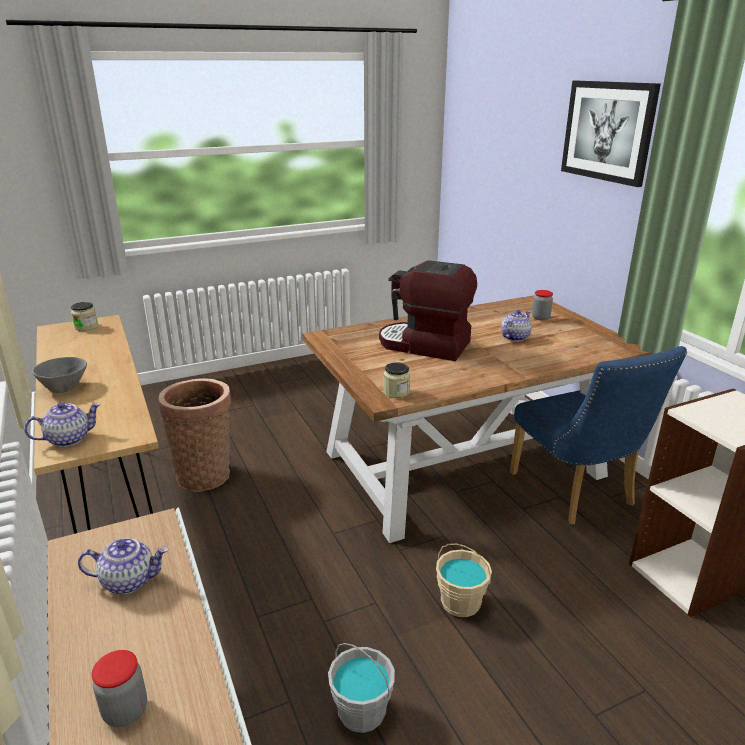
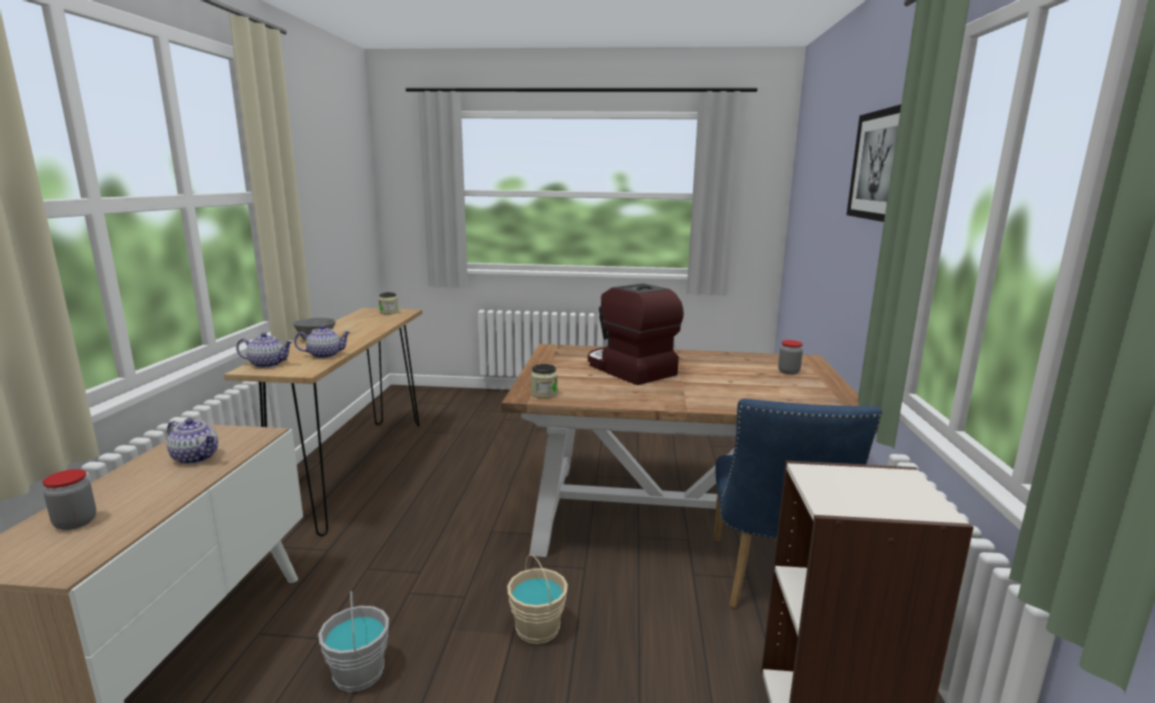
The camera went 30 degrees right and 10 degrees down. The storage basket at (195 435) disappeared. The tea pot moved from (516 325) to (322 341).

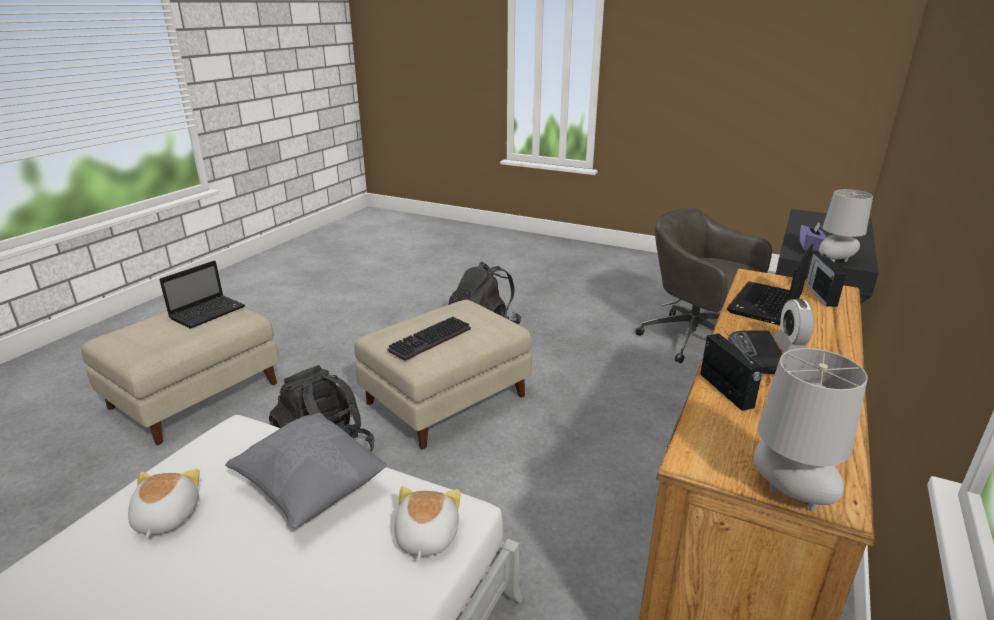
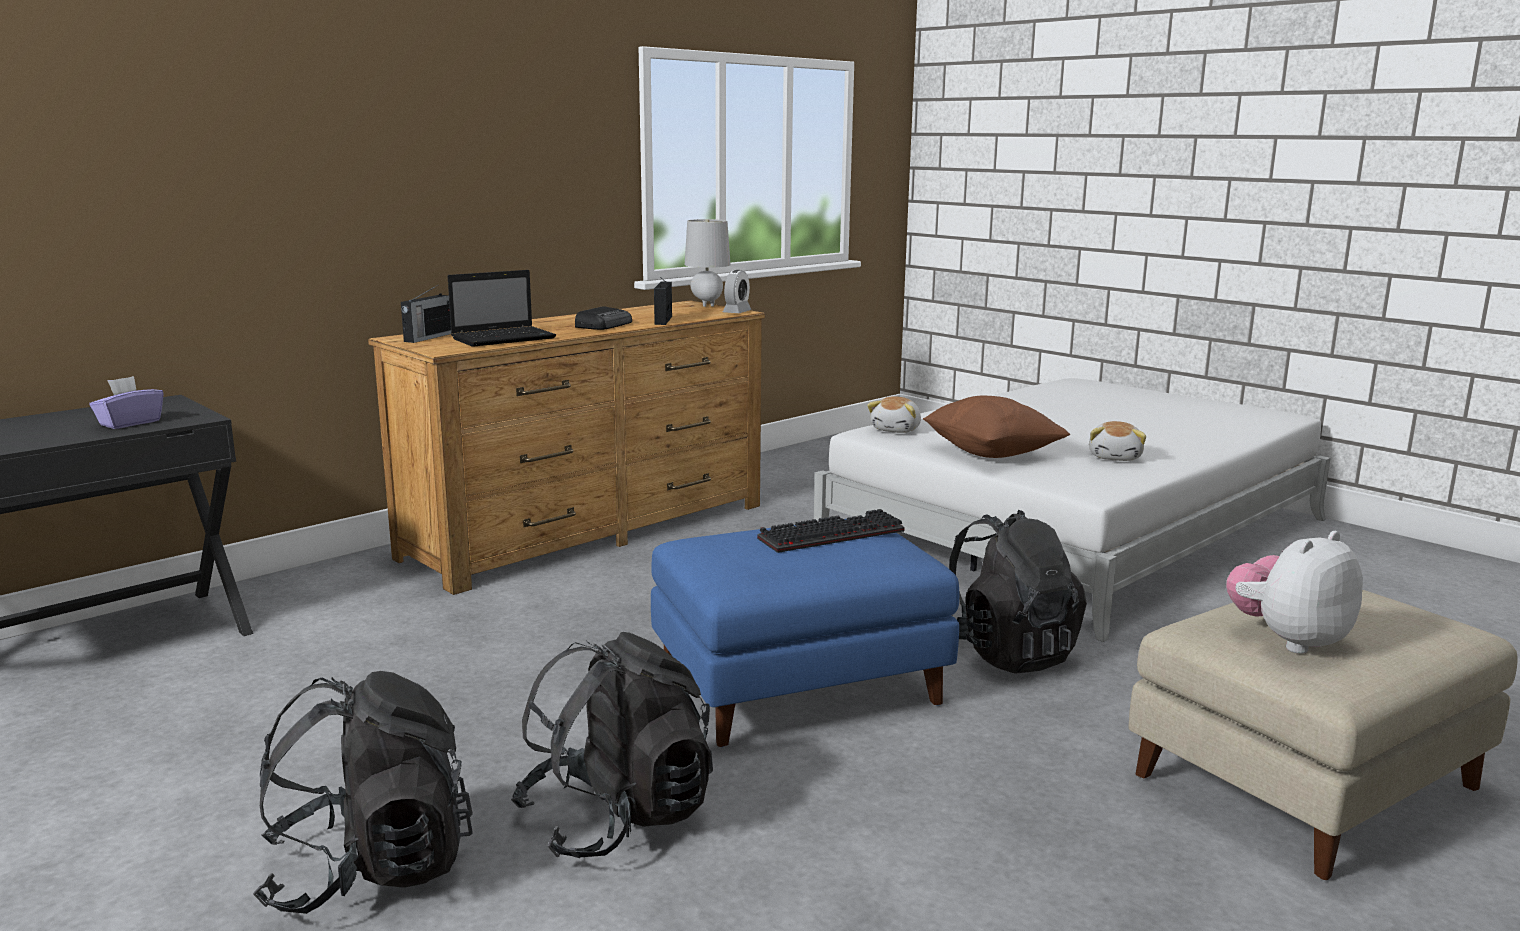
The camera went 160 degrees left and 10 degrees down. The notebook computer at (202 294) was replaced by the soft toy at (1294 592). The grey cushion at (306 470) became the brown-coloured cushion at (996 427). The sand-coloured footrest at (443 374) became the blue footrest at (805 633). The grey desk chair at (703 285) disappeared. The table clock moved from (794 326) to (737 291). The grey table lamp at (846 225) disappeared. The black-coloured knapsack at (363 792) appeared.

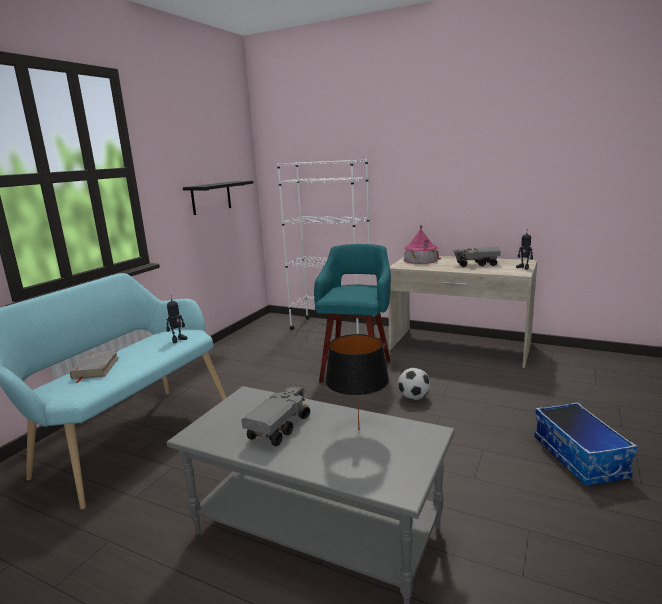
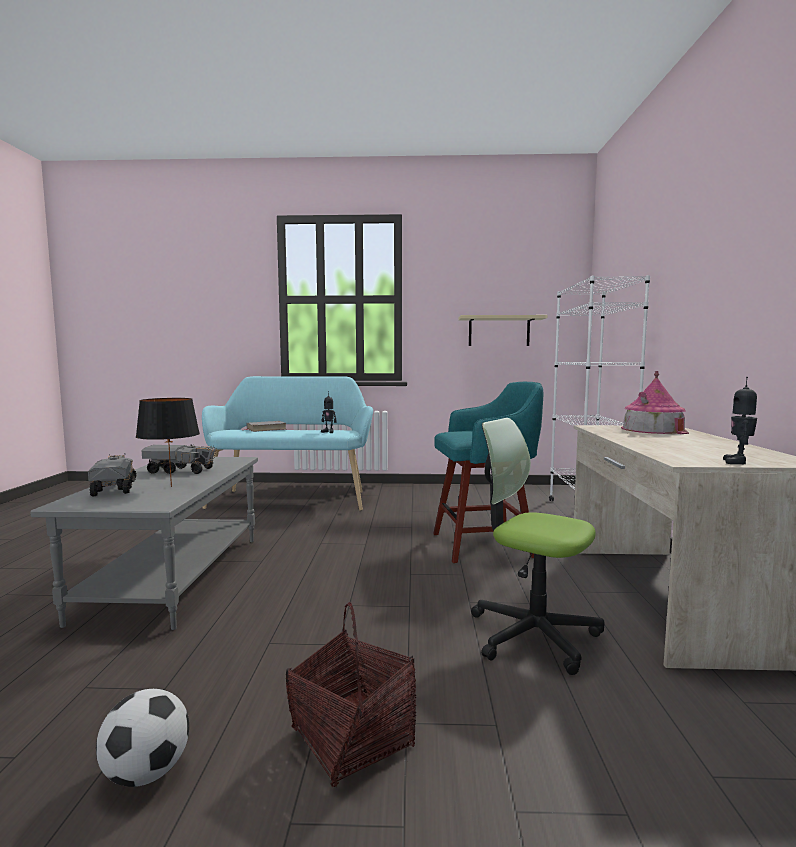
The camera went 65 degrees right and 10 degrees down. The black-coloured wall shelf at (218 198) became the sand-coloured wall shelf at (503 330). The football moved from (414 384) to (142 738). The toy lorry moved from (477 257) to (112 475). The storage container at (586 444) was replaced by the storage basket at (351 694). The desk chair at (538 546) appeared.

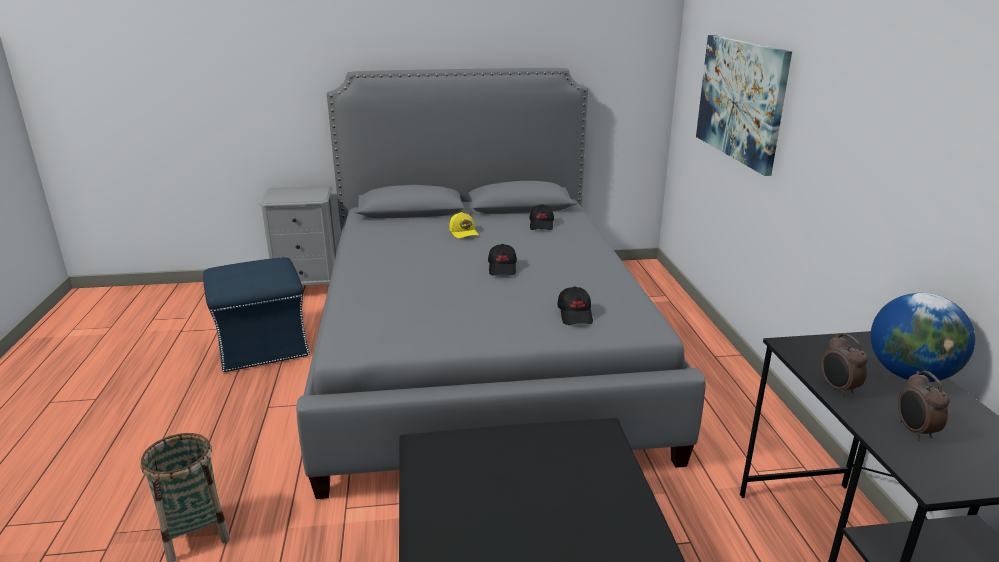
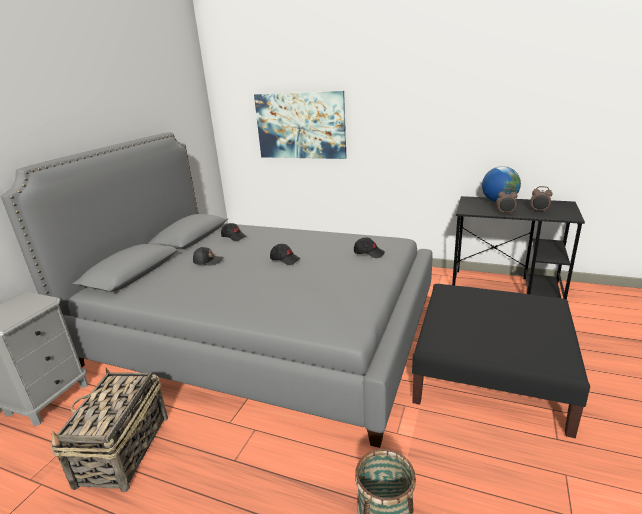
The camera went 60 degrees left and 0 degrees up. The blue footrest at (256 315) was replaced by the storage basket at (109 430). The yellow-coloured peaked cap at (464 225) became the black-coloured peaked cap at (208 256).

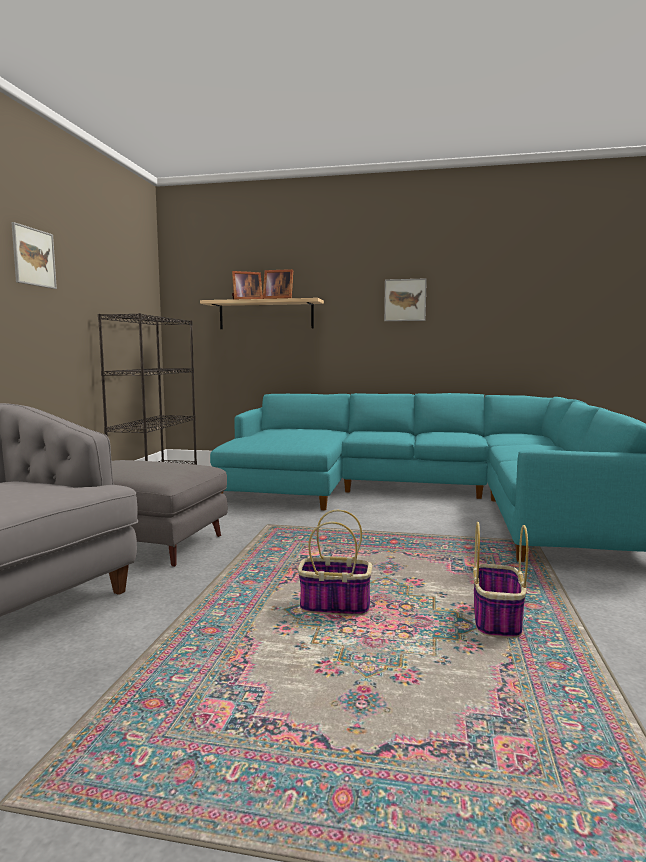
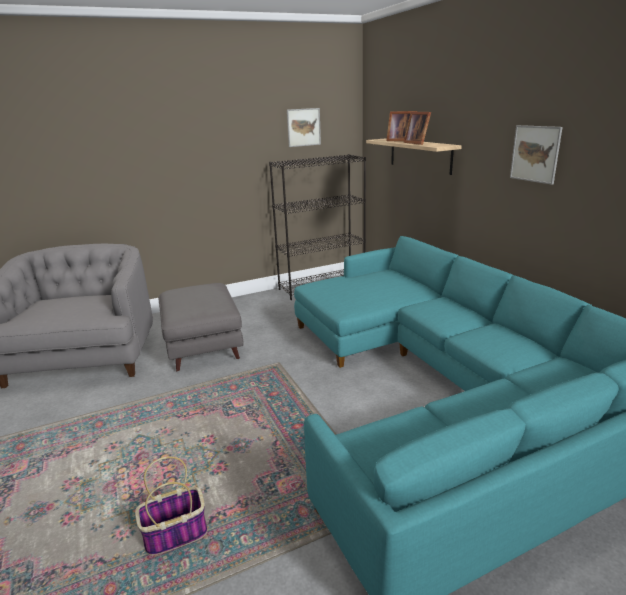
The camera went 55 degrees right and 15 degrees up. The wall art moved from (34 255) to (304 127). The storage basket at (335 563) disappeared.

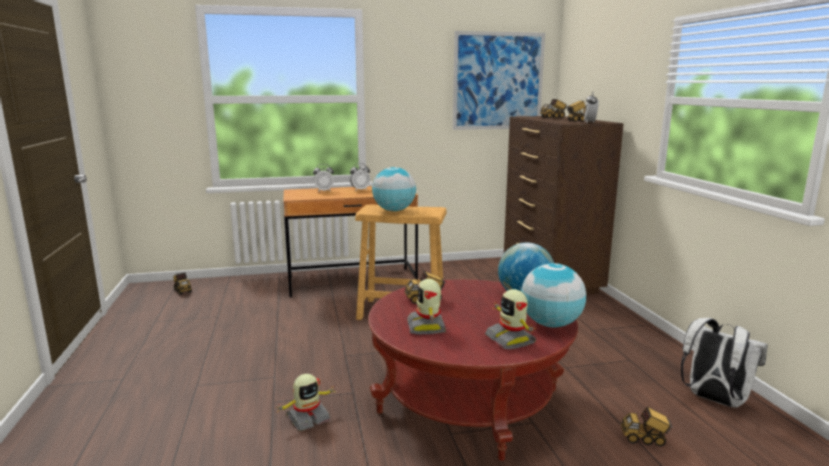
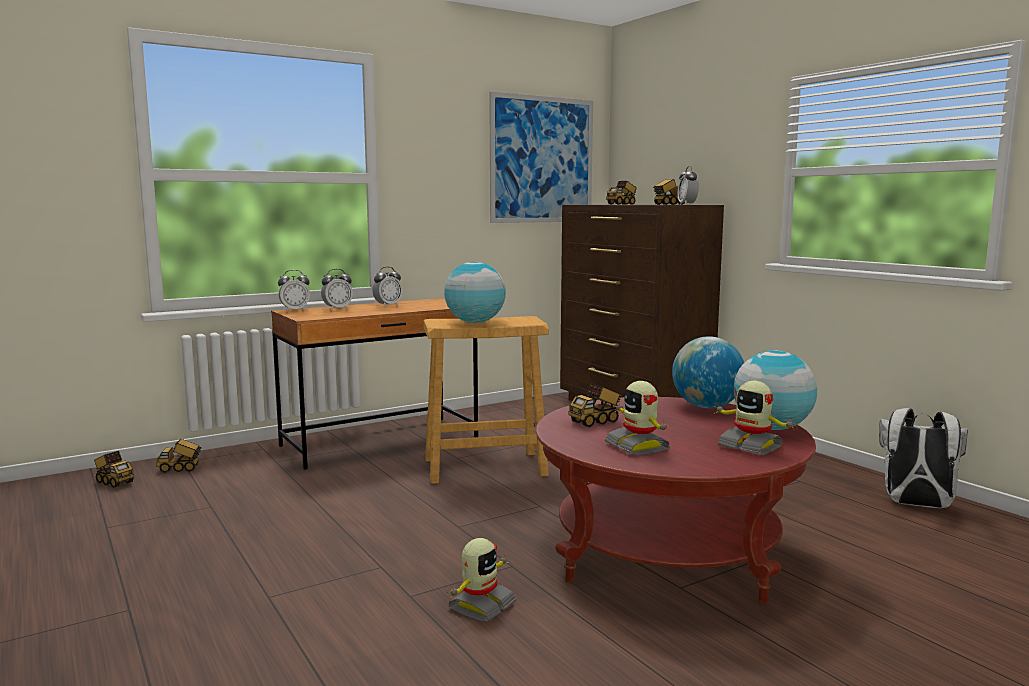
The camera went 20 degrees left and 5 degrees down. The toy lorry moved from (647 427) to (179 456). The table clock at (294 290) appeared.

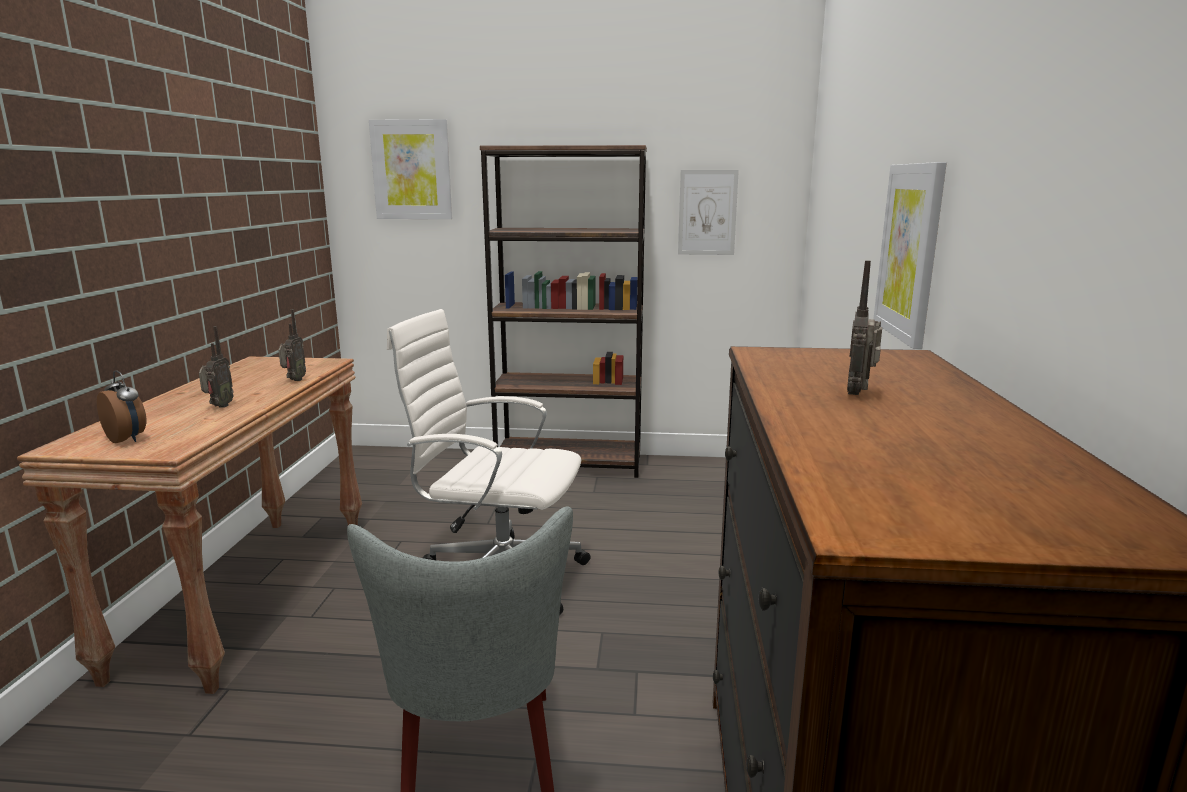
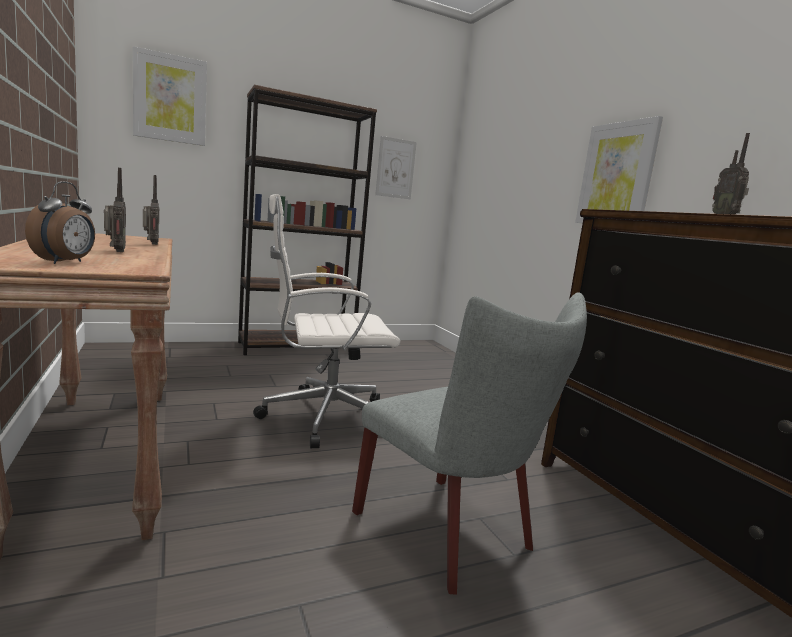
The camera went 30 degrees left and 5 degrees down. The table clock at (122 406) turned 90 degrees clockwise.

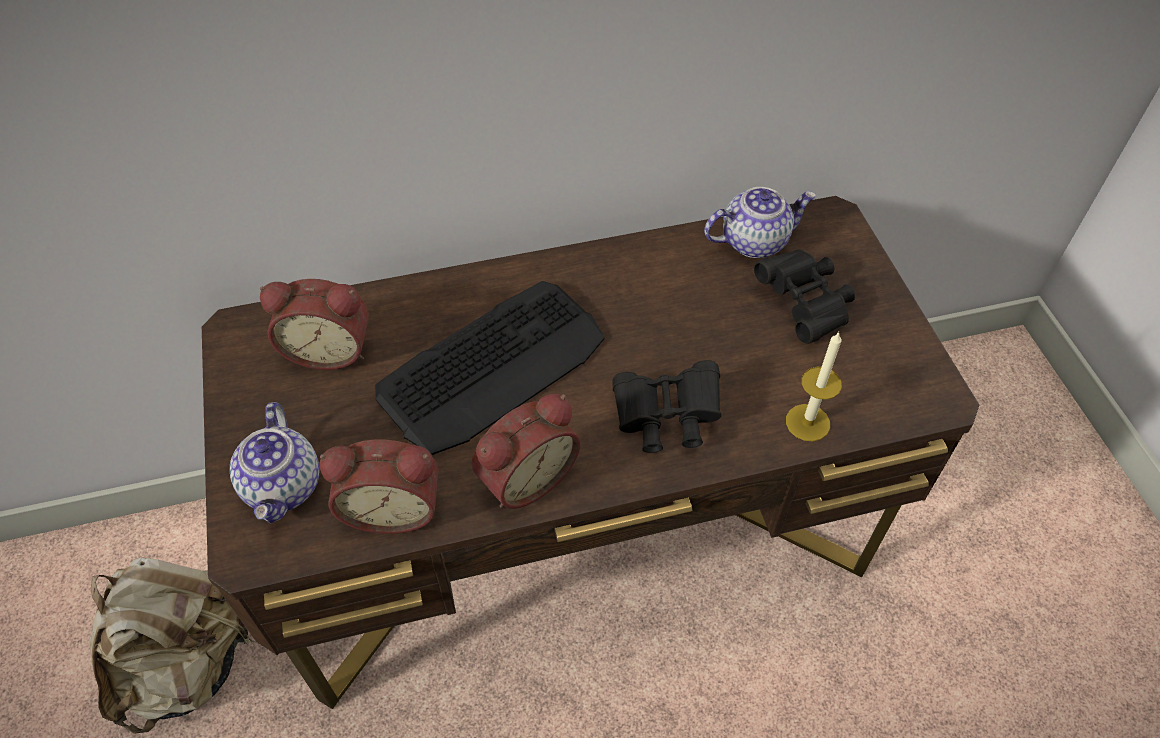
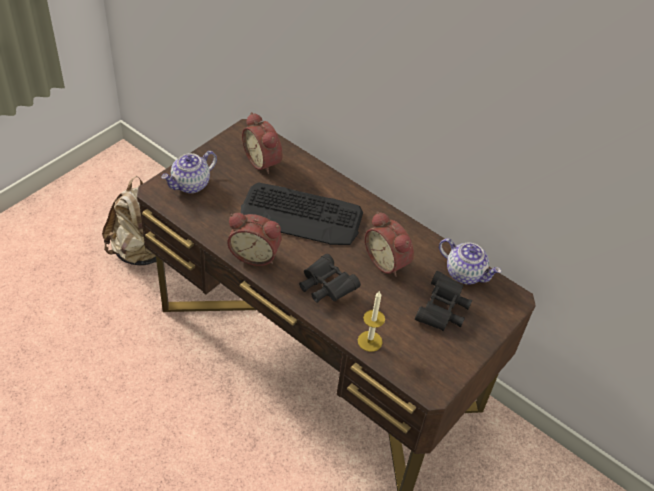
The camera went 50 degrees right and 5 degrees down. The table clock moved from (379 487) to (389 244).

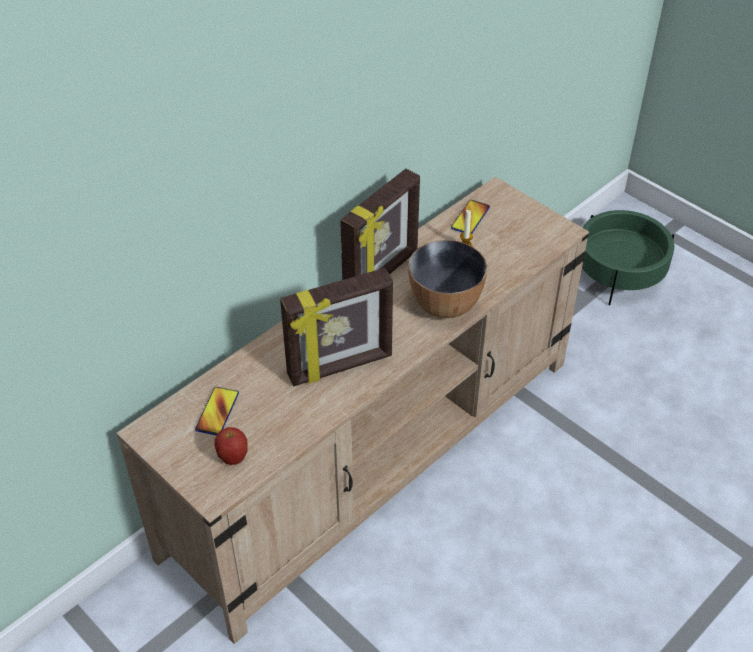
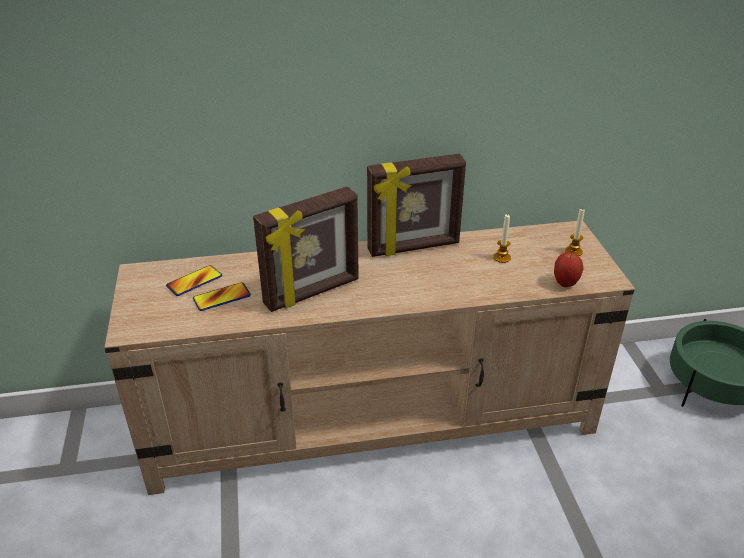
The camera went 35 degrees right and 10 degrees down. The apple fruit moved from (231 446) to (569 269). The picture frame at (336 327) turned 45 degrees counterclockwise. The bowl at (447 279) disappeared. The phone moved from (470 217) to (222 296). The wax light at (575 232) appeared.

